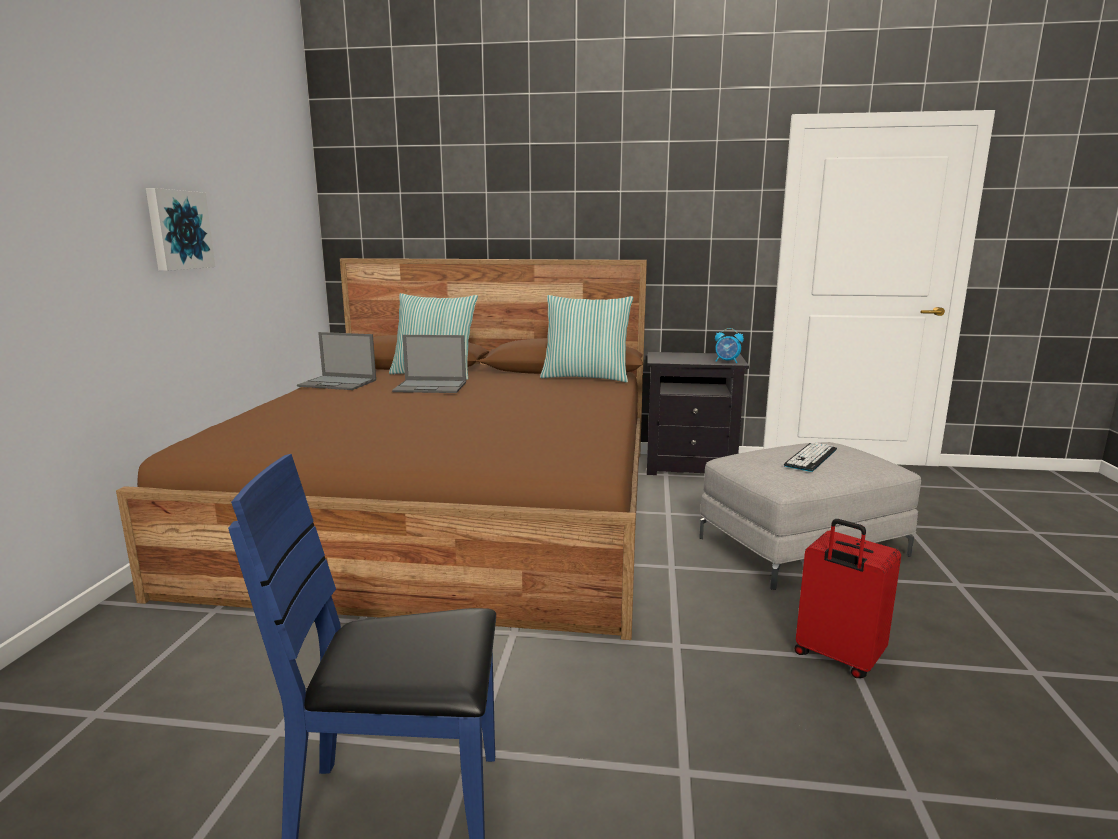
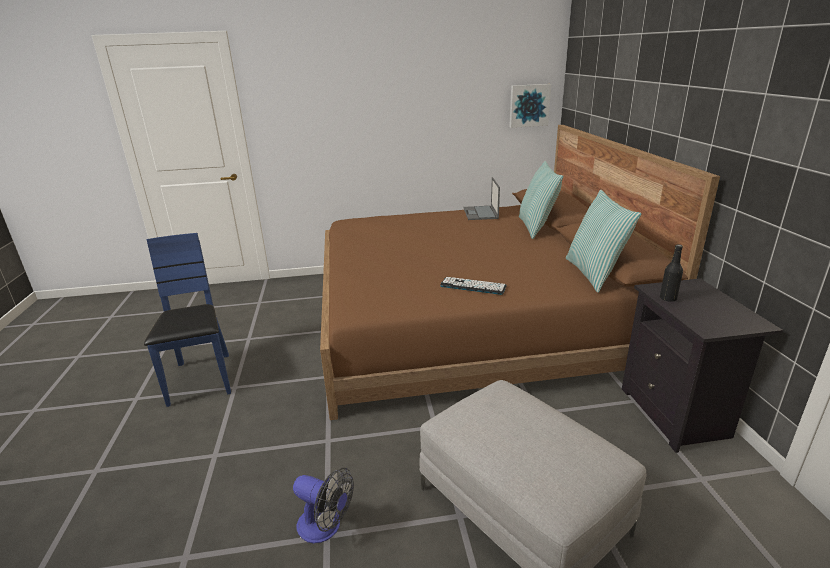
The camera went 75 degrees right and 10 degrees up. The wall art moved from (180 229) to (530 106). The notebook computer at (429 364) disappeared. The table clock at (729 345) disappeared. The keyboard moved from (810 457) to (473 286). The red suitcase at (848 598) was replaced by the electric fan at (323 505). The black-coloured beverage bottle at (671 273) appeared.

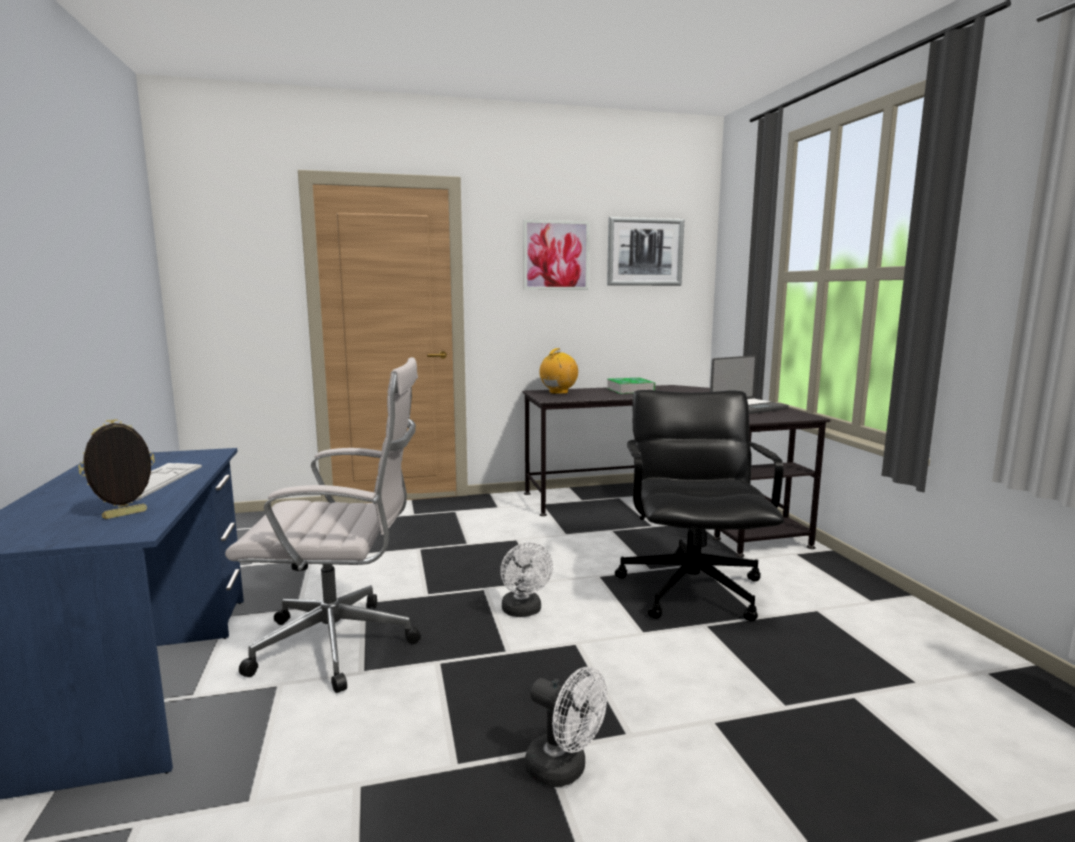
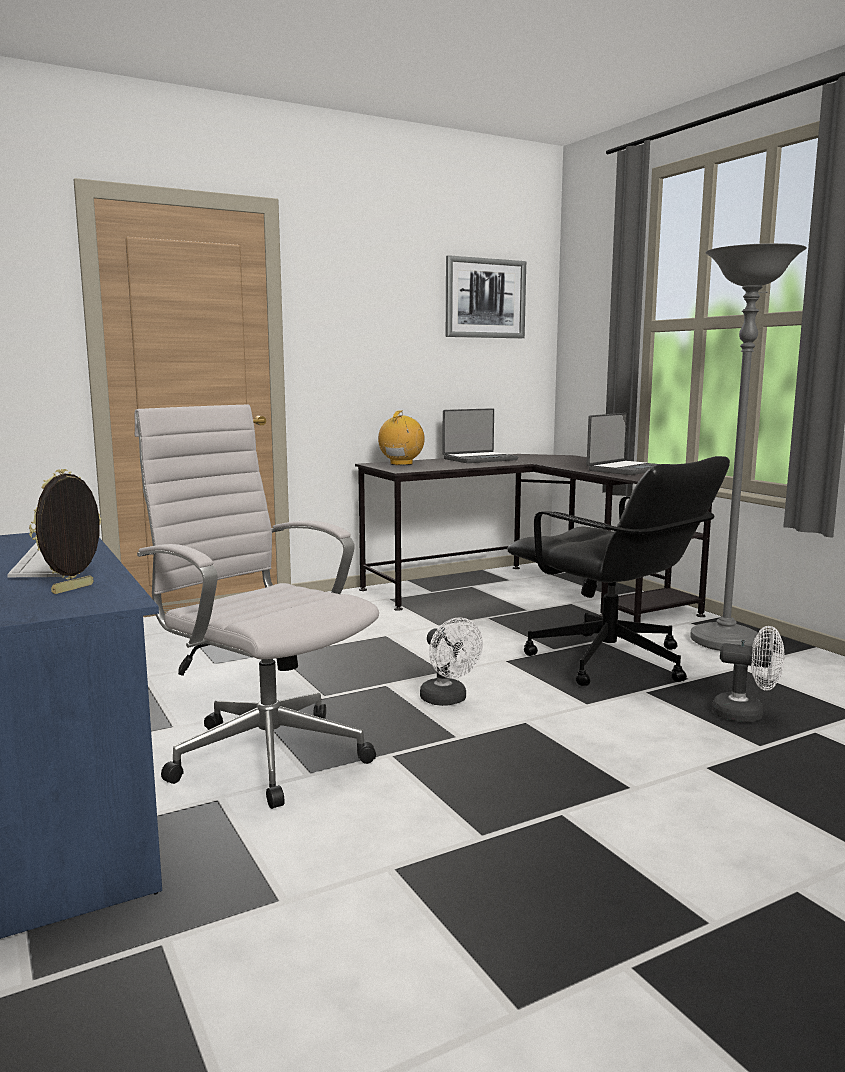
The camera went 15 degrees left and 0 degrees up. The white-coloured desk chair at (323 525) turned 120 degrees counterclockwise. The wall art at (556 255) disappeared. The white-coloured electric fan moved from (566 727) to (748 674). The bound book at (631 386) was replaced by the notebook computer at (480 435). The black-coloured desk chair at (699 505) turned 150 degrees clockwise. The grey standard lamp at (748 447) appeared.

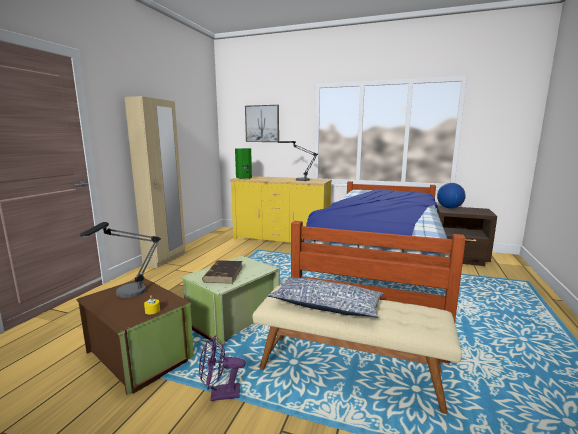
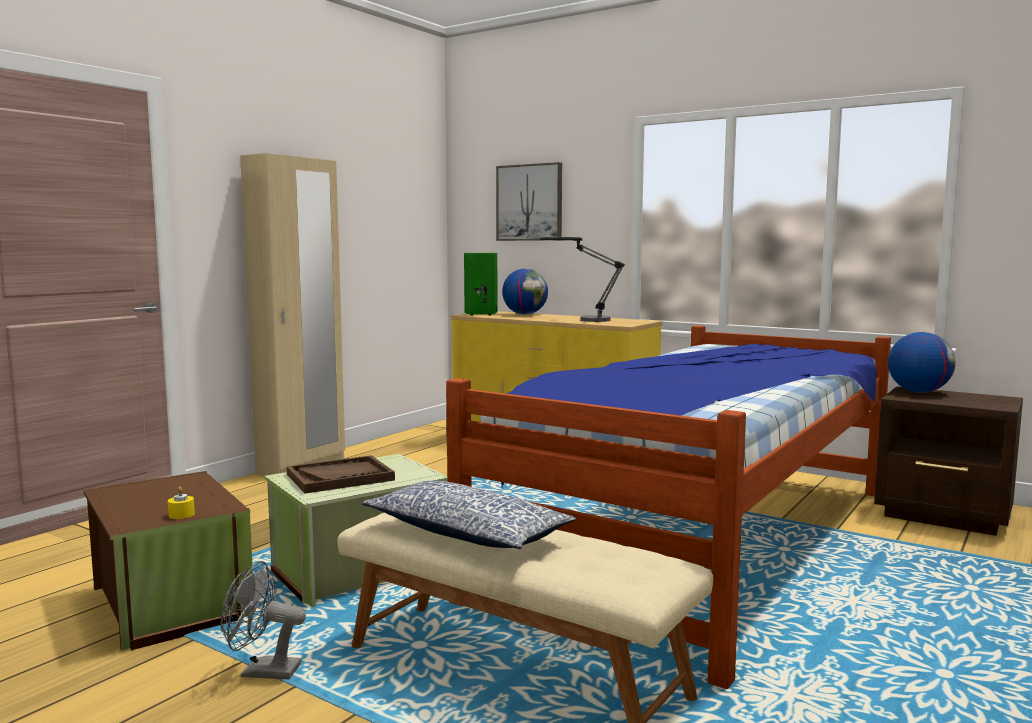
The camera went 15 degrees right and 5 degrees down. The table lamp at (120 260) disappeared. The purplish electric fan at (222 368) became the grey electric fan at (263 620). The brown-coloured bound book at (222 272) was replaced by the brown-coloured carrying tray at (341 474). The world globe at (525 292) appeared.

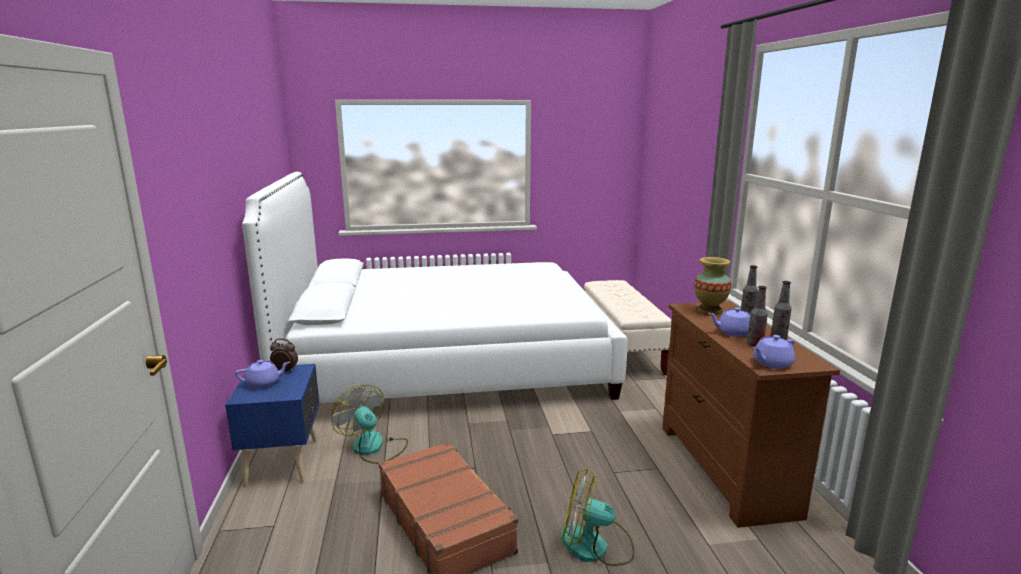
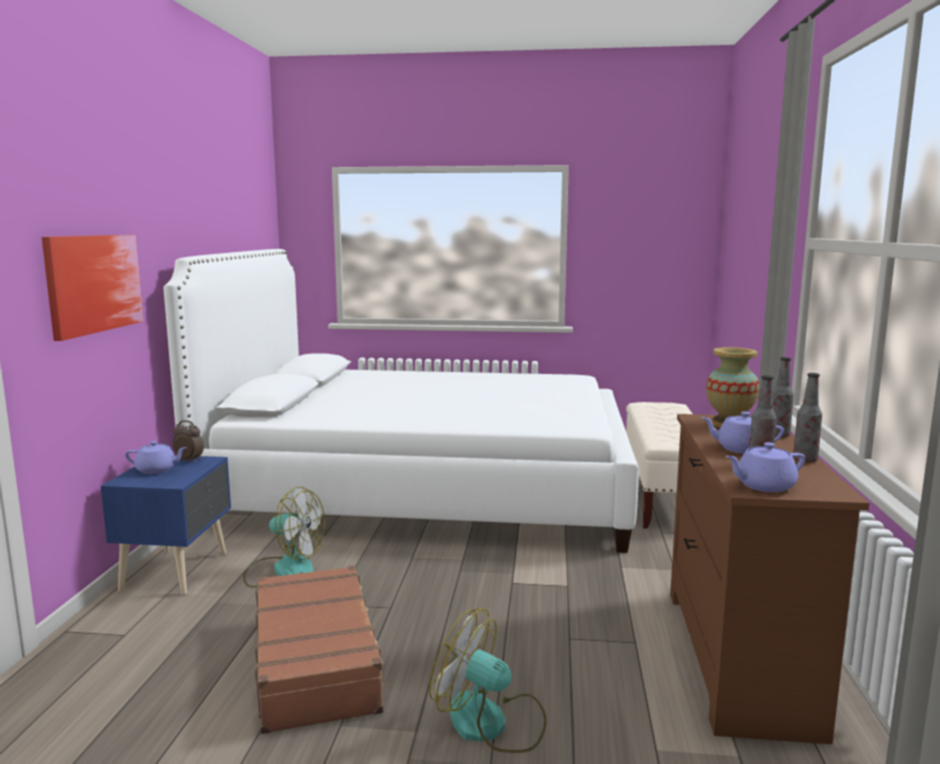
The camera went 15 degrees right and 5 degrees down. The electric fan at (370 424) turned 135 degrees clockwise. The wall art at (93 288) appeared.

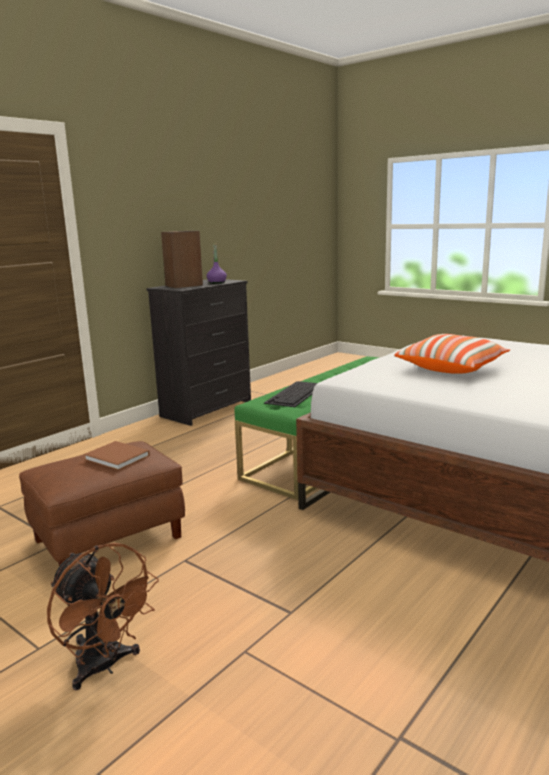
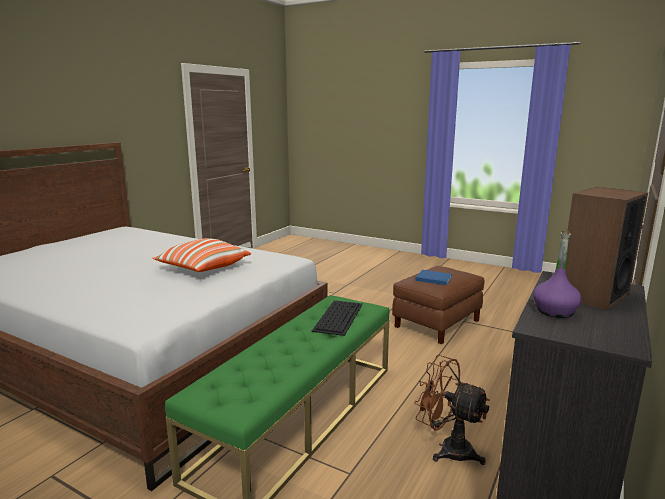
The camera went 170 degrees right and 0 degrees up. The brown-coloured electric fan moved from (103 616) to (452 410). The brown-coloured bound book at (117 455) became the blue bound book at (433 277).

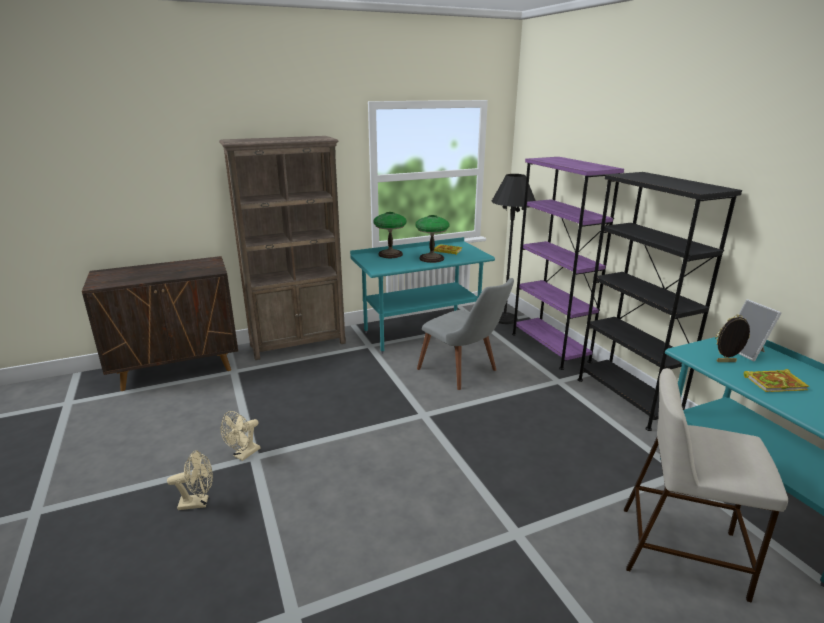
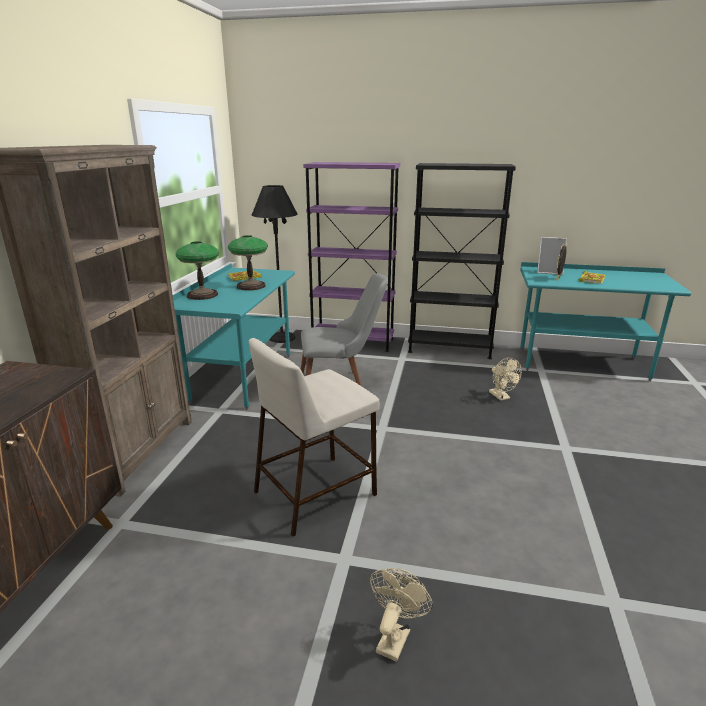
The camera went 55 degrees left and 0 degrees up. The sand-coloured electric fan moved from (241 436) to (505 379). The sand-coloured stool moved from (706 485) to (314 437).

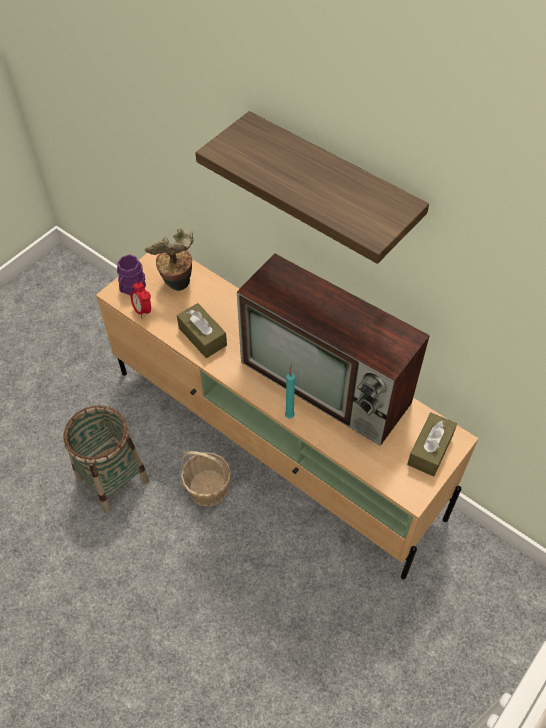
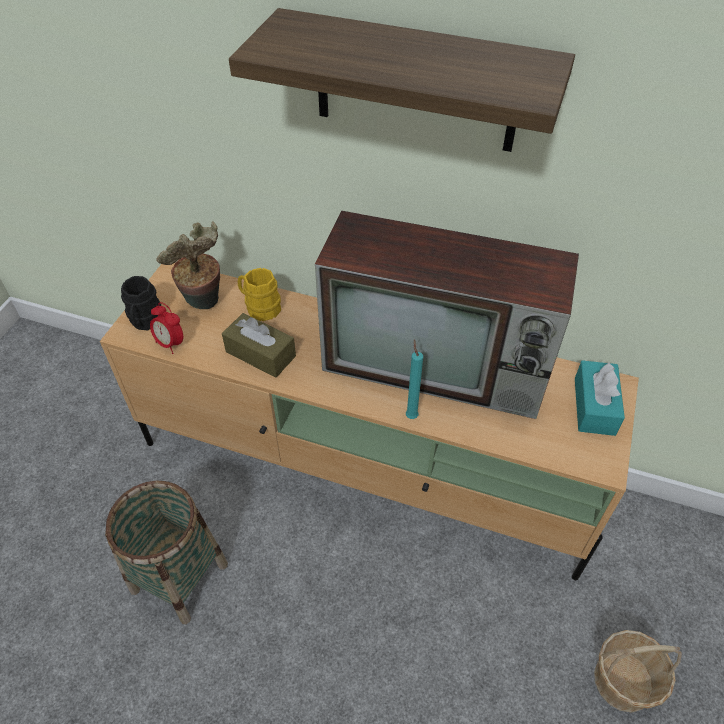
The camera went 20 degrees left and 5 degrees down. The purplish tea mug at (131 275) became the black-coloured tea mug at (141 303). The storage basket moved from (206 479) to (638 671). The brown-coloured tissue holder at (432 444) became the turquoise tissue holder at (600 398). The yellow-coloured tea mug at (259 294) appeared.

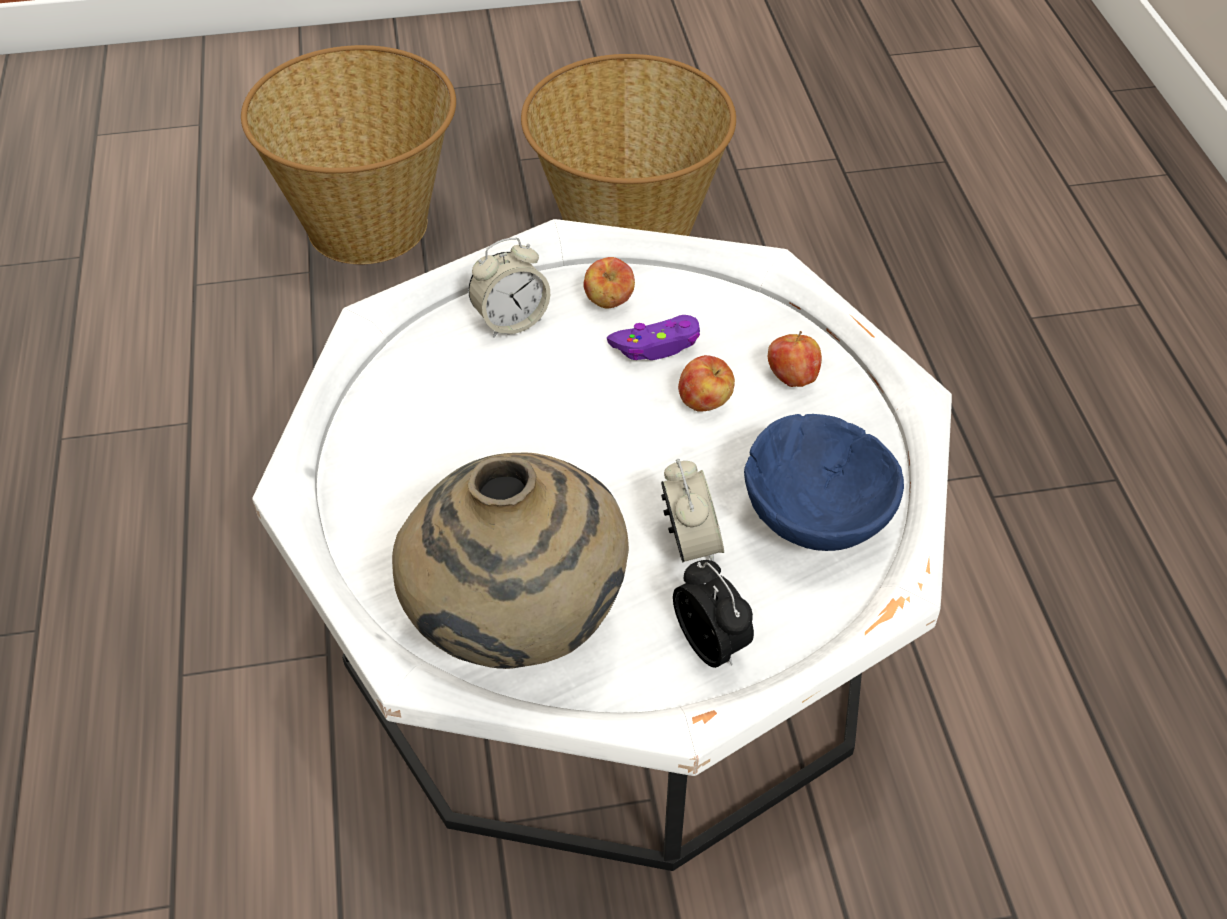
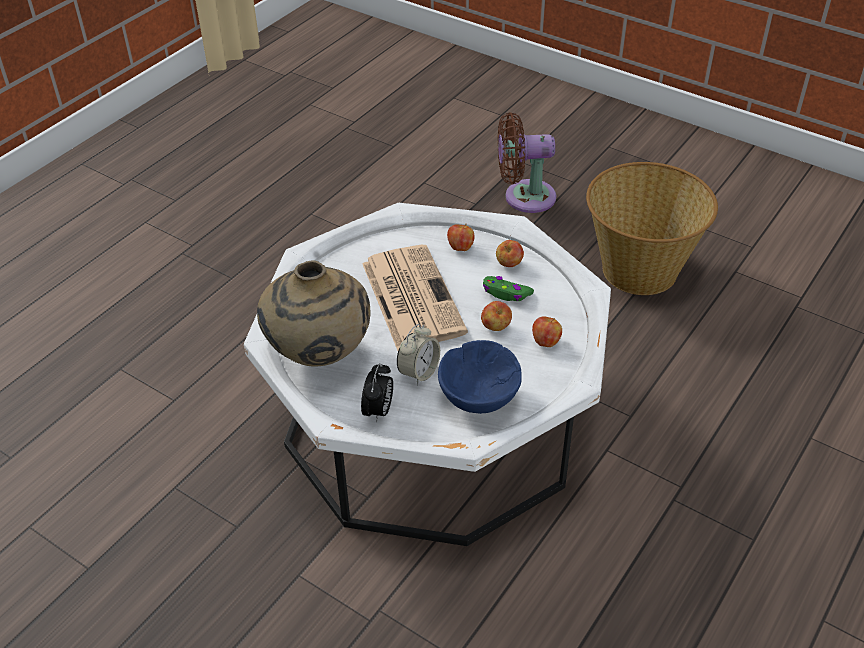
The camera went 45 degrees right and 5 degrees down. The storage basket at (348 154) was replaced by the brown-coloured electric fan at (527 162). The table clock at (509 288) was replaced by the apple fruit at (460 237). The purplish gamepad at (653 337) became the green-coloured gamepad at (508 288). The printed paper at (415 298) appeared.

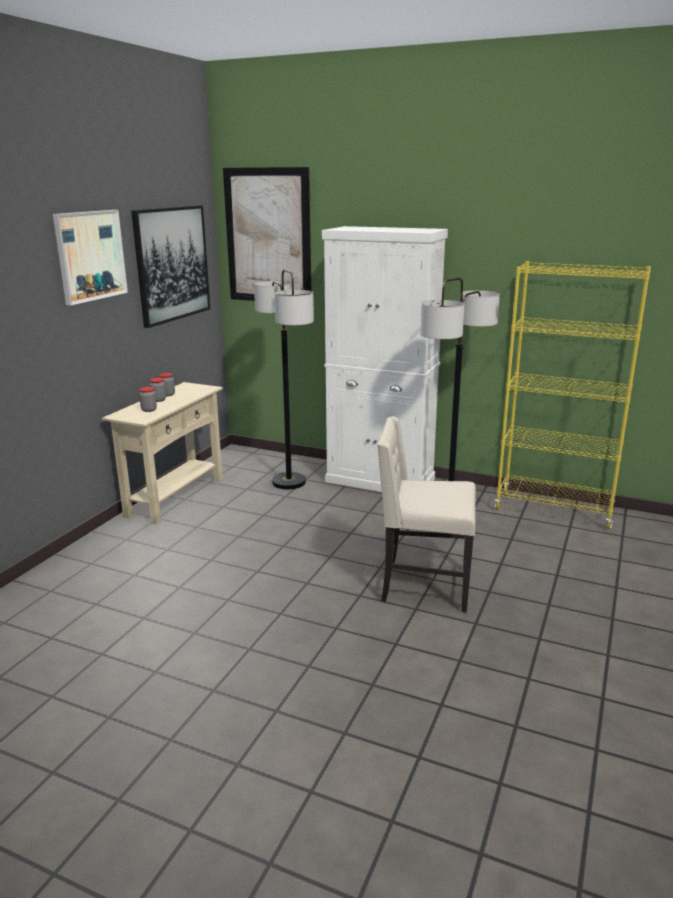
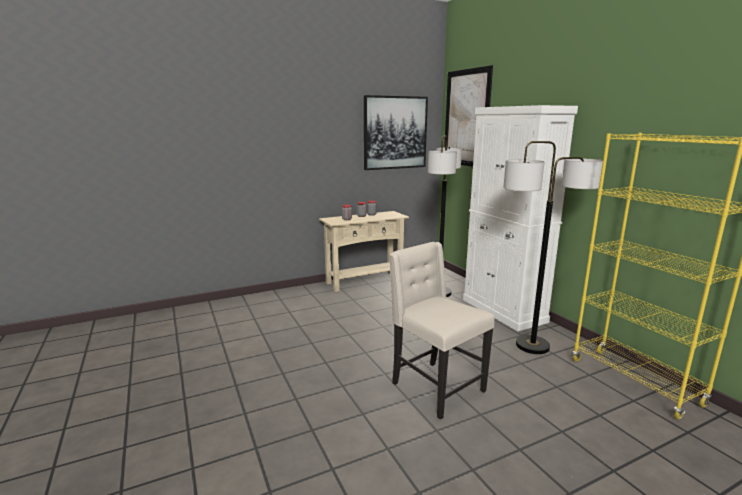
The camera went 40 degrees right and 5 degrees down. The wall art at (90 258) disappeared.

